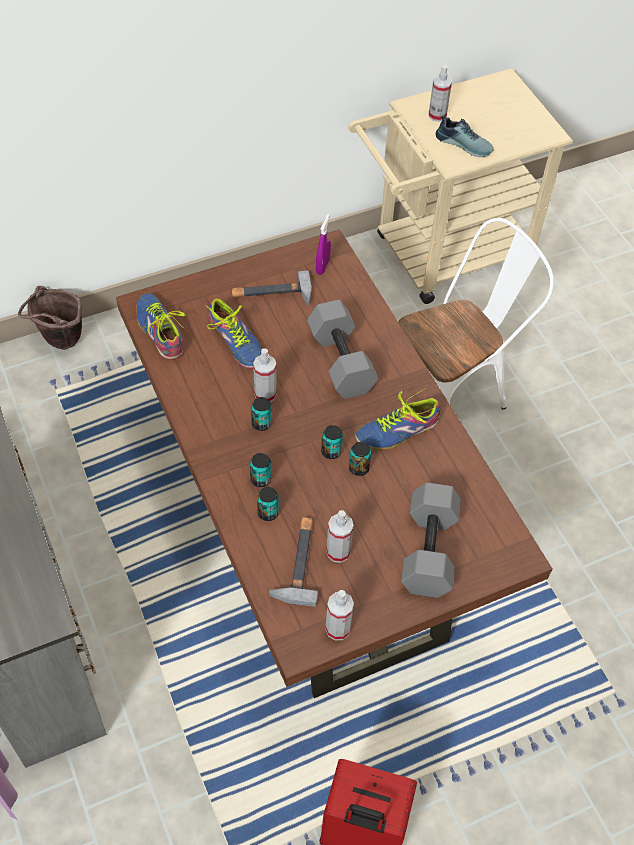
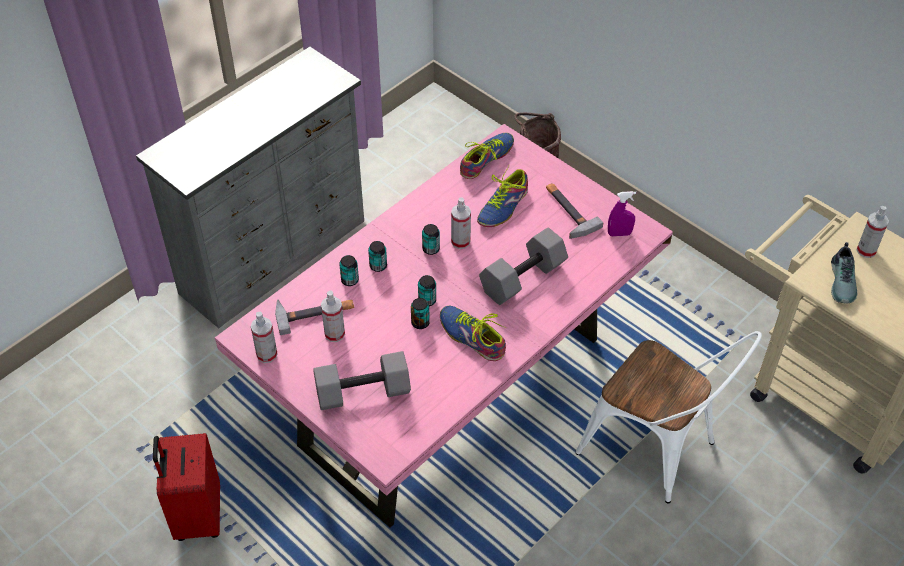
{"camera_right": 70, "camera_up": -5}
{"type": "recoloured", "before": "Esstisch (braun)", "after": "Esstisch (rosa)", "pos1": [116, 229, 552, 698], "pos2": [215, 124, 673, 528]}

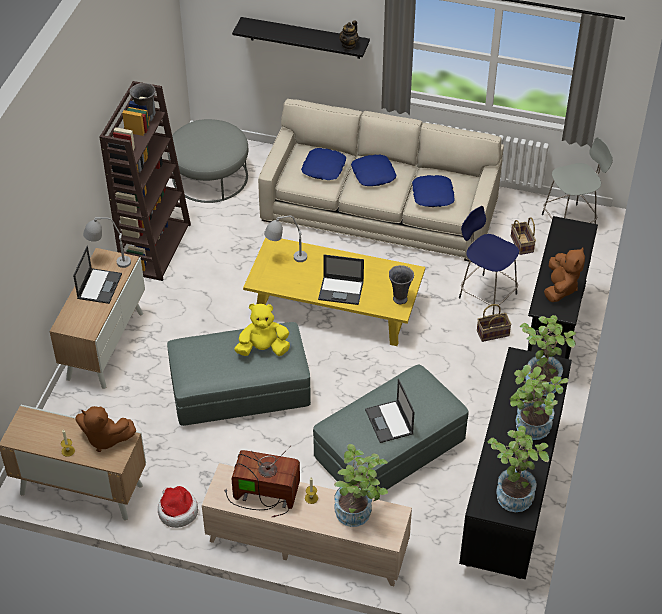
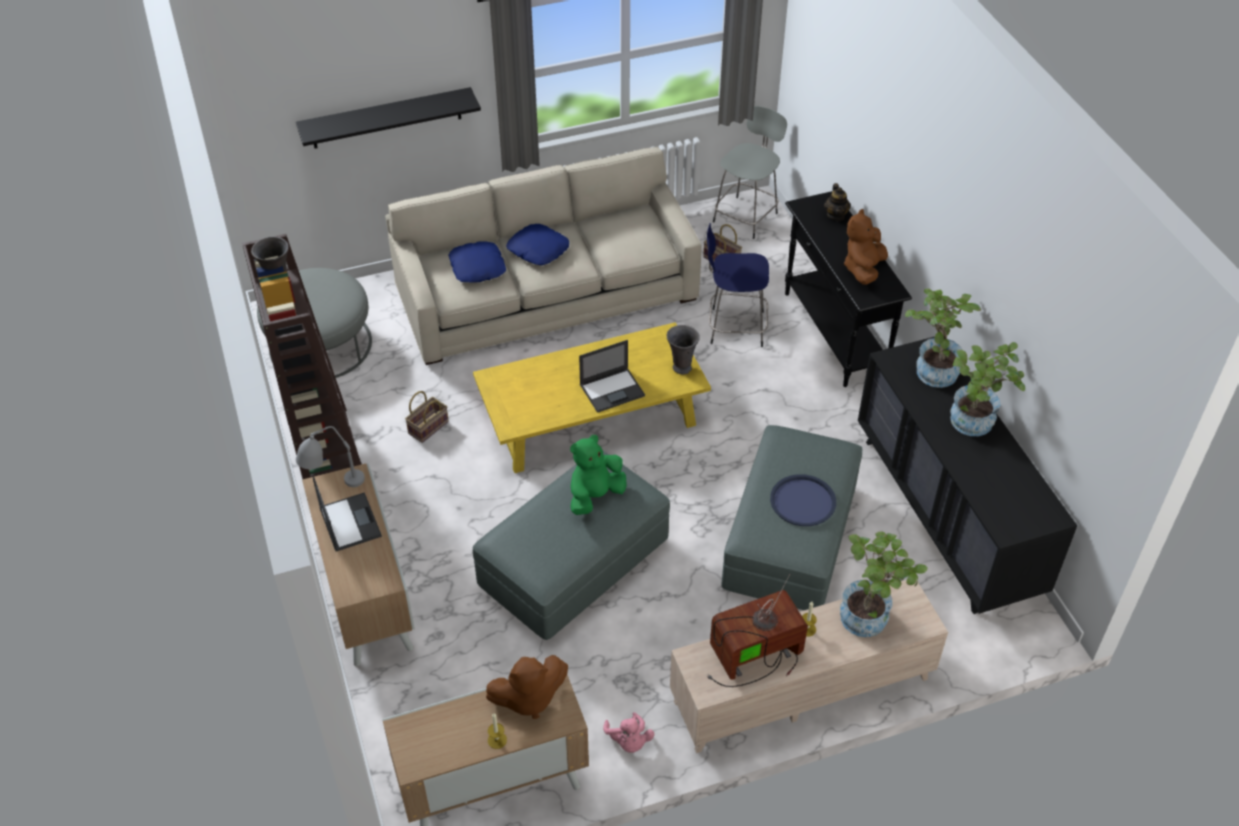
{"camera_right": -35, "camera_up": 0}
{"type": "replaced", "before": "Hut", "after": "Plüschtier (rosa)", "pos1": [158, 486, 198, 528], "pos2": [603, 712, 654, 753]}
{"type": "recoloured", "before": "Plüschtier (gelb)", "after": "Plüschtier (grün)", "pos1": [234, 304, 290, 356], "pos2": [570, 435, 627, 515]}
{"type": "removed", "before": "Tischlampe (grau)", "pos1": [264, 216, 307, 262]}
{"type": "moved", "before": "Teekanne", "pos1": [339, 20, 359, 50], "pos2": [824, 183, 851, 221]}
{"type": "replaced", "before": "Laptop", "after": "Tablett (blau)", "pos1": [365, 379, 415, 443], "pos2": [770, 474, 836, 526]}
{"type": "removed", "before": "Kissen (blau)", "pos1": [412, 175, 455, 207]}
{"type": "moved", "before": "Korb", "pos1": [477, 304, 512, 342], "pos2": [405, 391, 449, 443]}
{"type": "removed", "before": "Topfpflanze", "pos1": [487, 426, 549, 512]}
{"type": "turned", "before": "Plüschtier (braun)", "pos1": [544, 247, 585, 302], "pos2": [844, 209, 888, 285], "turn": -135}

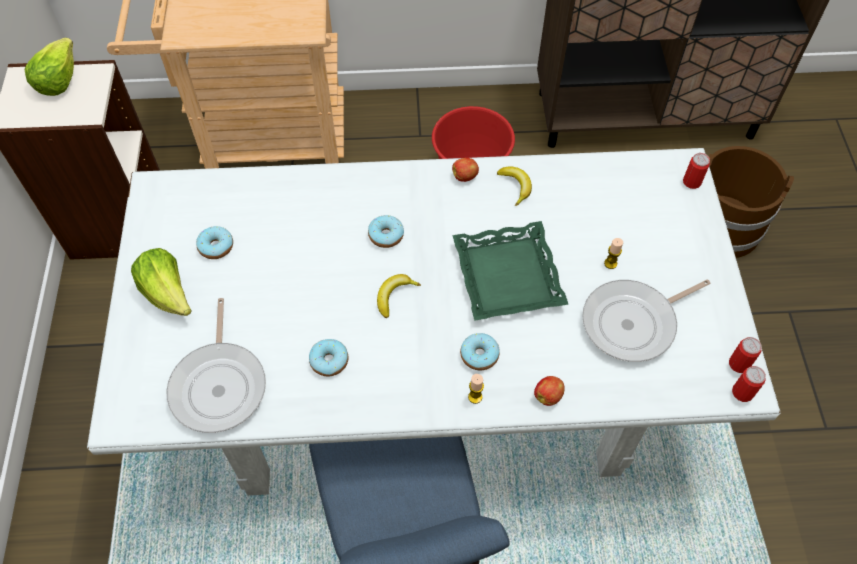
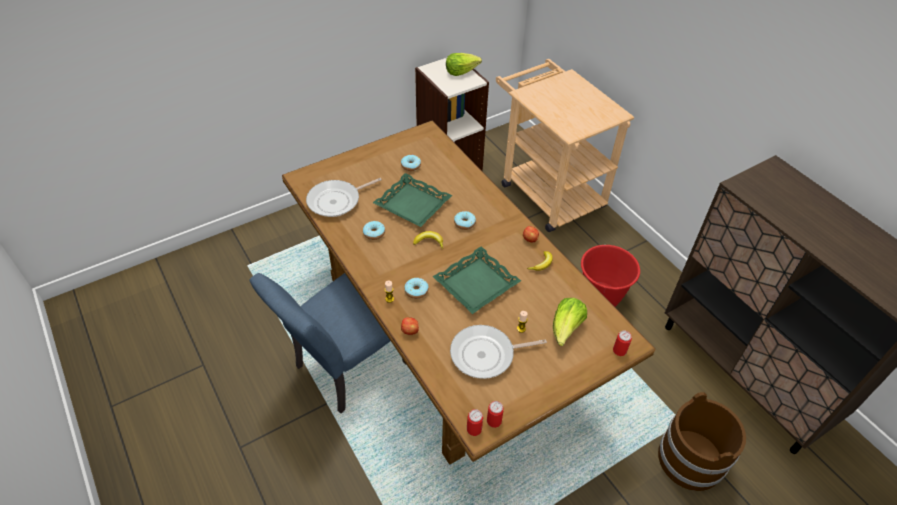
{"camera_right": 60, "camera_up": -10}
{"type": "recoloured", "before": "Esstisch (weiß)", "after": "Esstisch (braun)", "pos1": [87, 148, 781, 496], "pos2": [282, 120, 655, 465]}
{"type": "moved", "before": "Salatkopf", "pos1": [131, 248, 192, 316], "pos2": [553, 298, 587, 346]}
{"type": "turned", "before": "Pfanne", "pos1": [582, 279, 711, 362], "pos2": [450, 325, 547, 379], "turn": -45}
{"type": "added", "after": "Tablett (grün)", "pos2": [373, 173, 452, 227]}

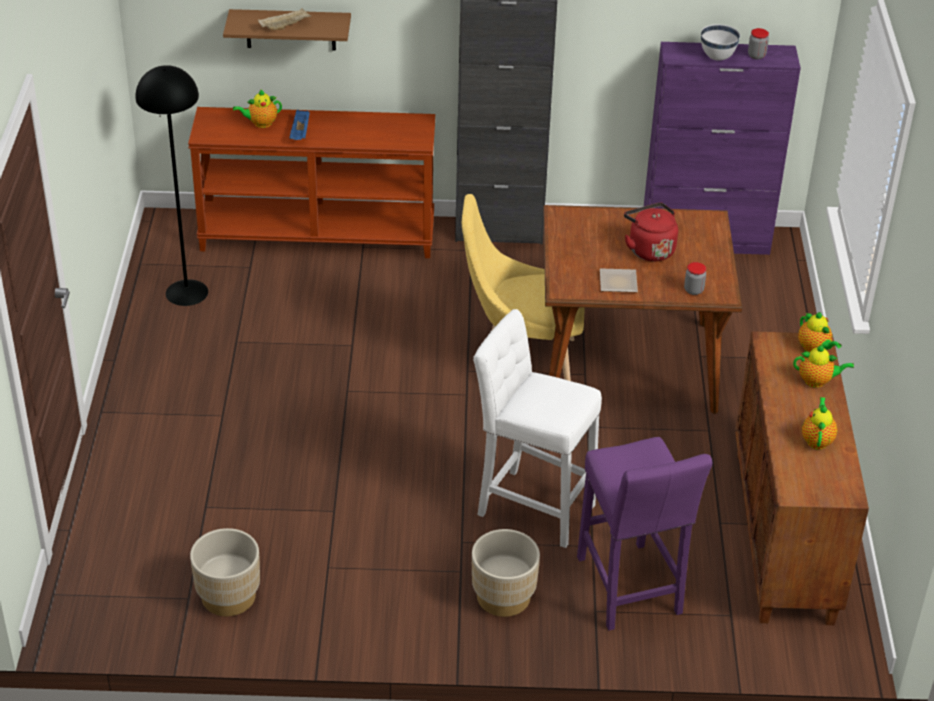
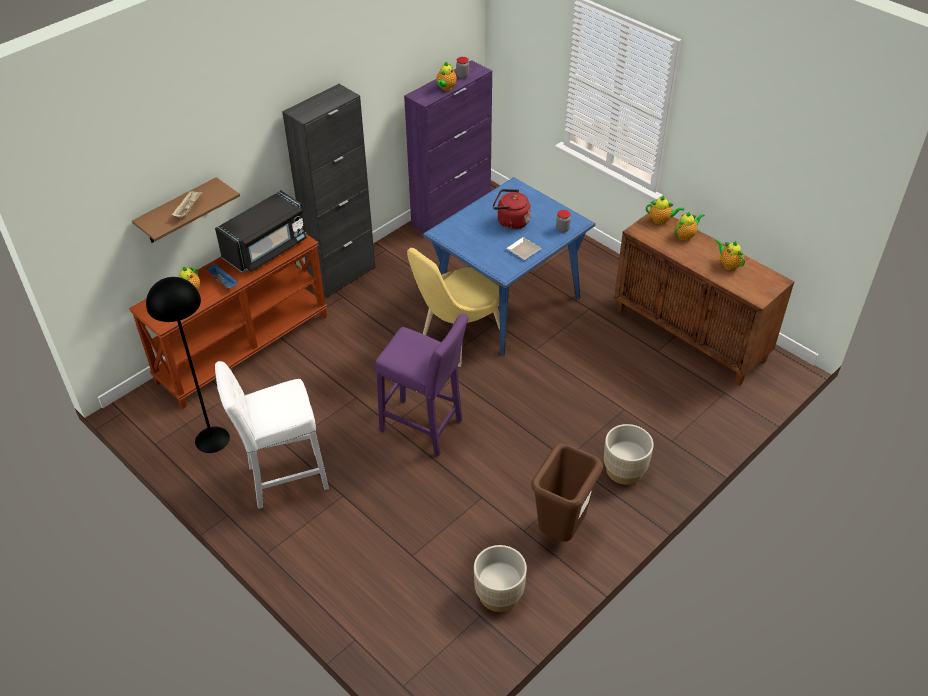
{"camera_right": -45, "camera_up": 5}
{"type": "moved", "before": "Hocker (weiß)", "pos1": [473, 309, 602, 548], "pos2": [215, 361, 329, 509]}
{"type": "recoloured", "before": "Esstisch (braun)", "after": "Esstisch (blau)", "pos1": [543, 205, 742, 414], "pos2": [423, 177, 595, 355]}
{"type": "moved", "before": "Hocker (lila)", "pos1": [577, 437, 712, 631], "pos2": [375, 313, 468, 456]}
{"type": "replaced", "before": "Schüssel (weiß)", "after": "Teekanne", "pos1": [701, 24, 740, 61], "pos2": [436, 62, 457, 91]}
{"type": "added", "after": "Mikrowelle (schwarz)", "pos2": [215, 190, 307, 272]}
{"type": "added", "after": "Mülleimer (braun)", "pos2": [531, 444, 603, 542]}

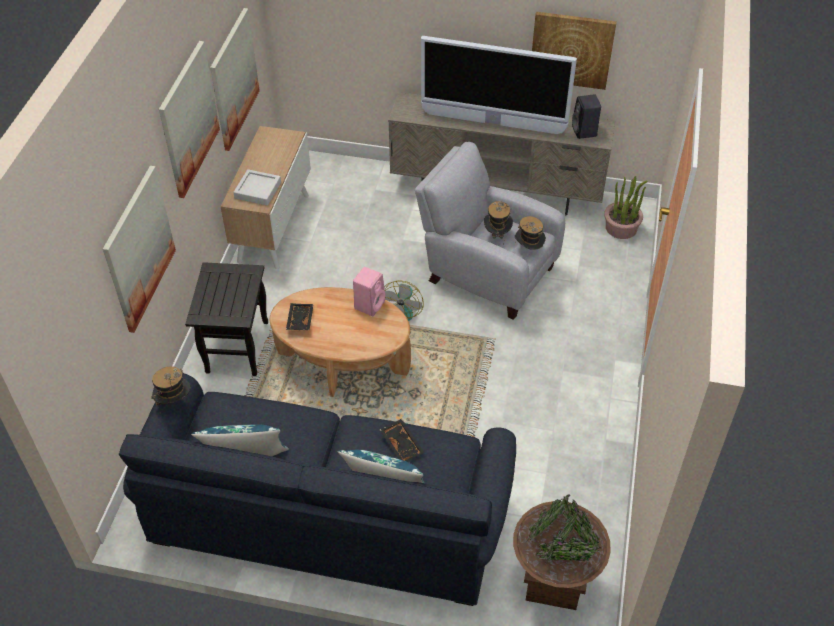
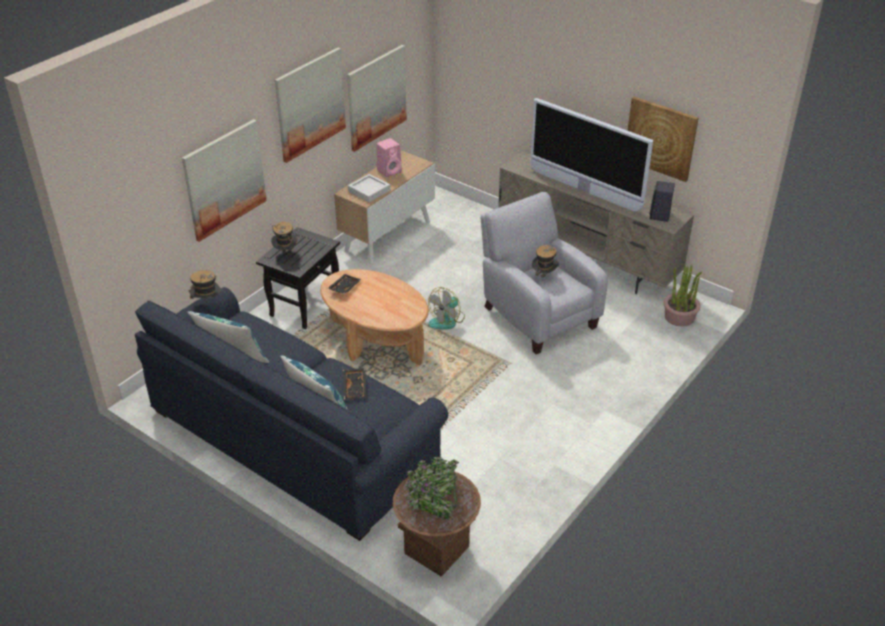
{"camera_right": 25, "camera_up": -10}
{"type": "moved", "before": "Lautsprecher (rosa)", "pos1": [353, 267, 385, 316], "pos2": [377, 138, 402, 177]}
{"type": "moved", "before": "Hut", "pos1": [515, 216, 546, 250], "pos2": [271, 222, 297, 250]}

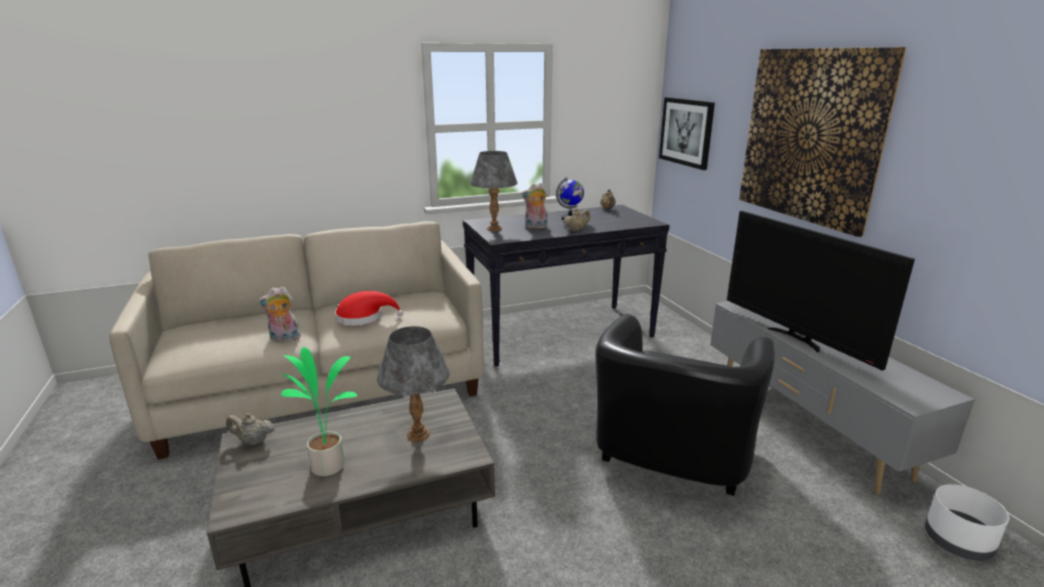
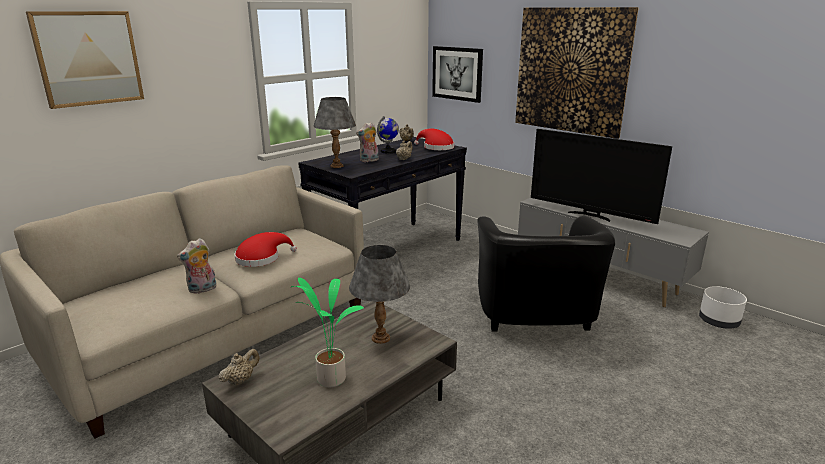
{"camera_right": -25, "camera_up": 0}
{"type": "turned", "before": "Teekanne (beige)", "pos1": [226, 413, 275, 445], "pos2": [219, 349, 259, 386], "turn": 150}
{"type": "added", "after": "Bild", "pos2": [26, 11, 144, 109]}
{"type": "added", "after": "Hut (rot)", "pos2": [414, 128, 454, 150]}

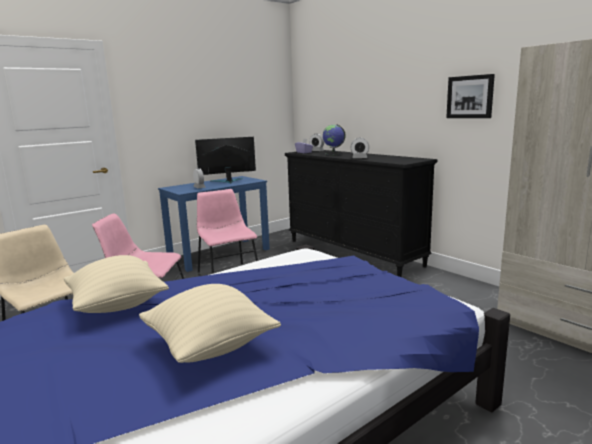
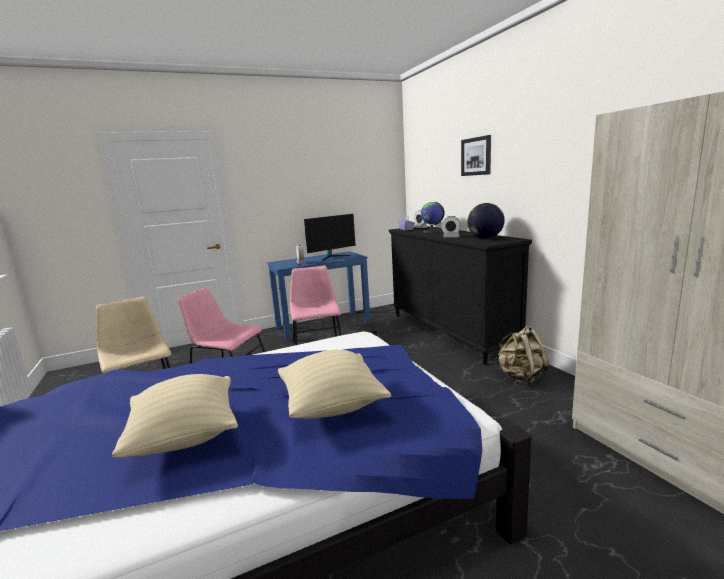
{"camera_right": 15, "camera_up": 0}
{"type": "moved", "before": "Kissen (beige)", "pos1": [64, 255, 169, 313], "pos2": [278, 349, 391, 419]}
{"type": "turned", "before": "Monitor", "pos1": [195, 137, 256, 183], "pos2": [304, 214, 356, 261], "turn": 150}
{"type": "moved", "before": "Bild", "pos1": [446, 74, 495, 118], "pos2": [461, 135, 491, 176]}
{"type": "added", "after": "Globus", "pos2": [467, 203, 505, 239]}
{"type": "added", "after": "Rucksack (beige)", "pos2": [495, 326, 549, 385]}

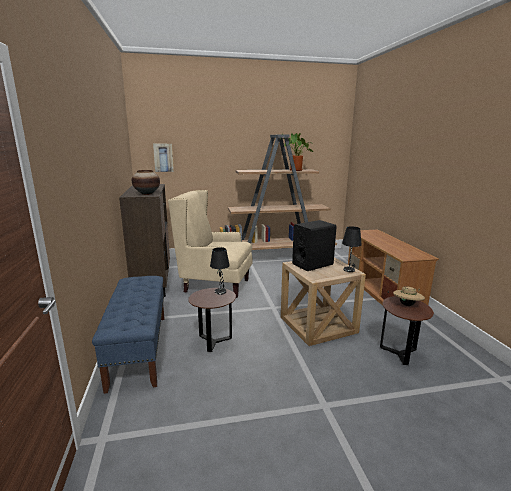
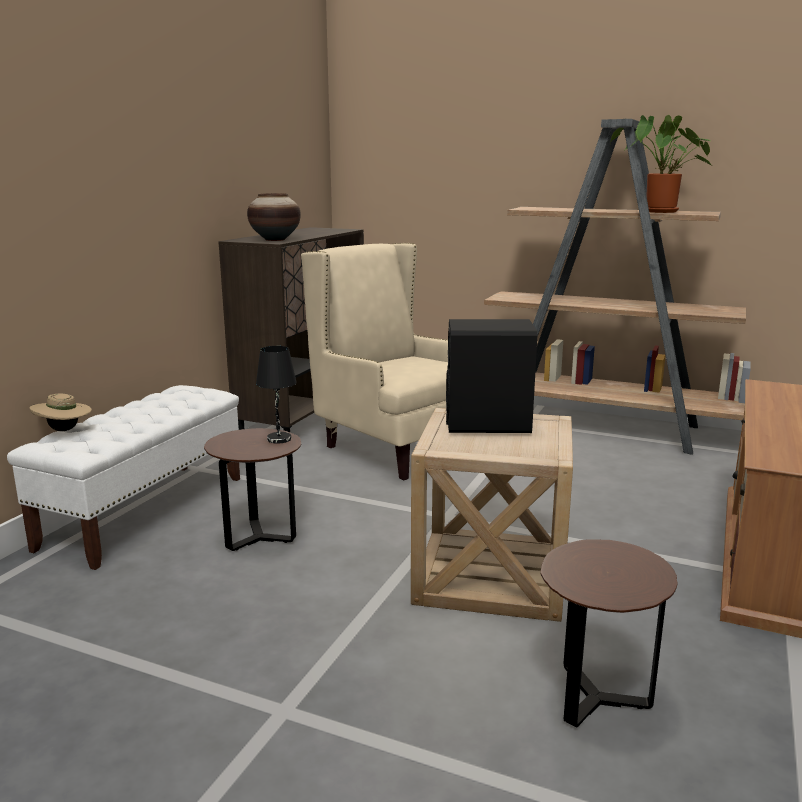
{"camera_right": 35, "camera_up": 0}
{"type": "recoloured", "before": "Bank (blau)", "after": "Bank (weiß)", "pos1": [92, 276, 164, 394], "pos2": [7, 385, 240, 570]}
{"type": "removed", "before": "Bild", "pos1": [153, 144, 174, 172]}
{"type": "removed", "before": "Tischlampe (schwarz)", "pos1": [342, 226, 362, 272]}
{"type": "moved", "before": "Hut (beige)", "pos1": [393, 286, 425, 306], "pos2": [30, 394, 92, 431]}

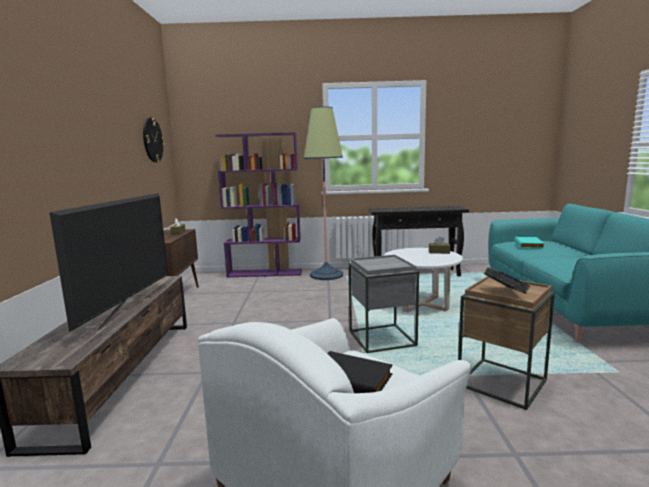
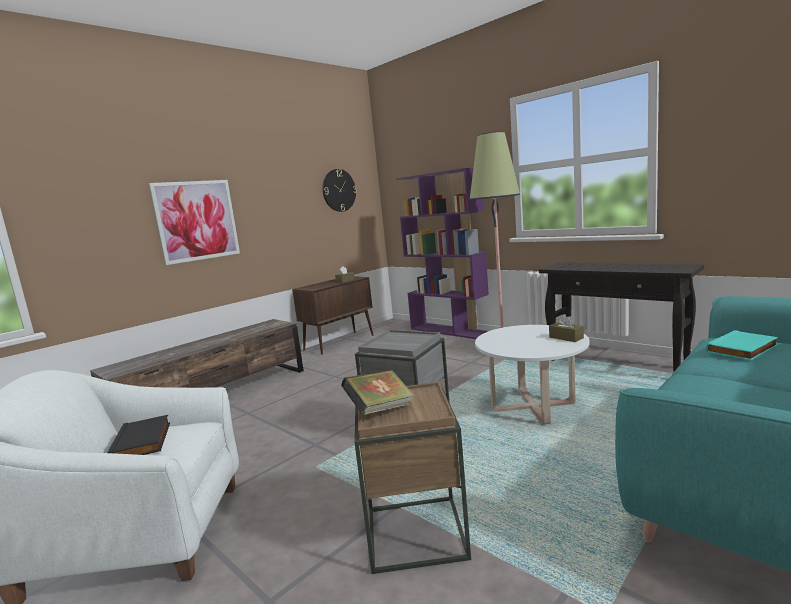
{"camera_right": 45, "camera_up": 0}
{"type": "removed", "before": "Fernseher", "pos1": [49, 193, 168, 332]}
{"type": "added", "after": "Bild", "pos2": [149, 180, 240, 265]}

